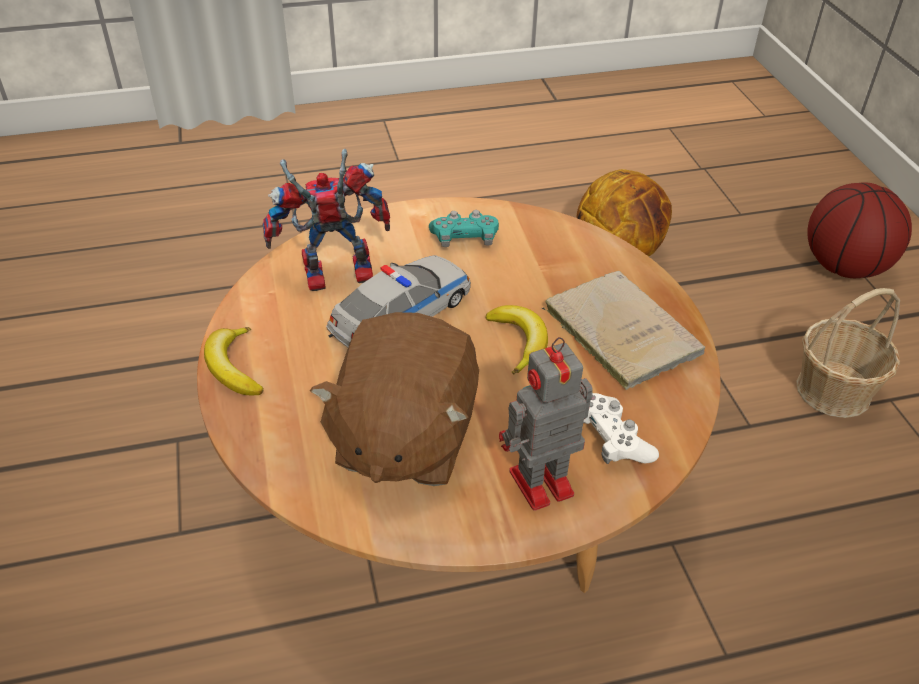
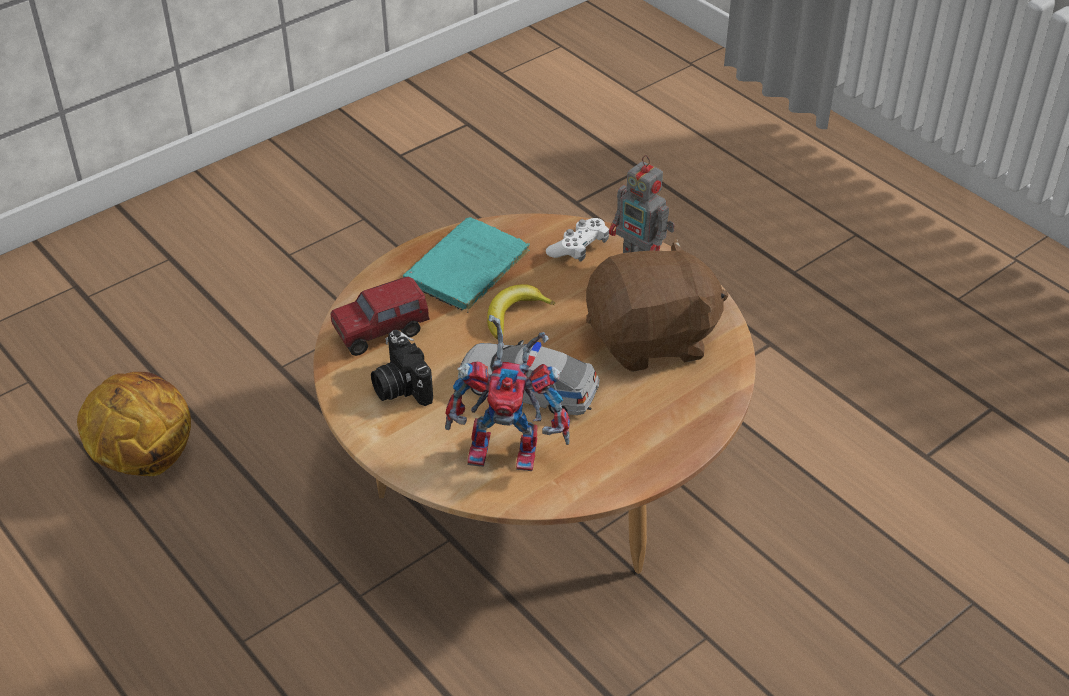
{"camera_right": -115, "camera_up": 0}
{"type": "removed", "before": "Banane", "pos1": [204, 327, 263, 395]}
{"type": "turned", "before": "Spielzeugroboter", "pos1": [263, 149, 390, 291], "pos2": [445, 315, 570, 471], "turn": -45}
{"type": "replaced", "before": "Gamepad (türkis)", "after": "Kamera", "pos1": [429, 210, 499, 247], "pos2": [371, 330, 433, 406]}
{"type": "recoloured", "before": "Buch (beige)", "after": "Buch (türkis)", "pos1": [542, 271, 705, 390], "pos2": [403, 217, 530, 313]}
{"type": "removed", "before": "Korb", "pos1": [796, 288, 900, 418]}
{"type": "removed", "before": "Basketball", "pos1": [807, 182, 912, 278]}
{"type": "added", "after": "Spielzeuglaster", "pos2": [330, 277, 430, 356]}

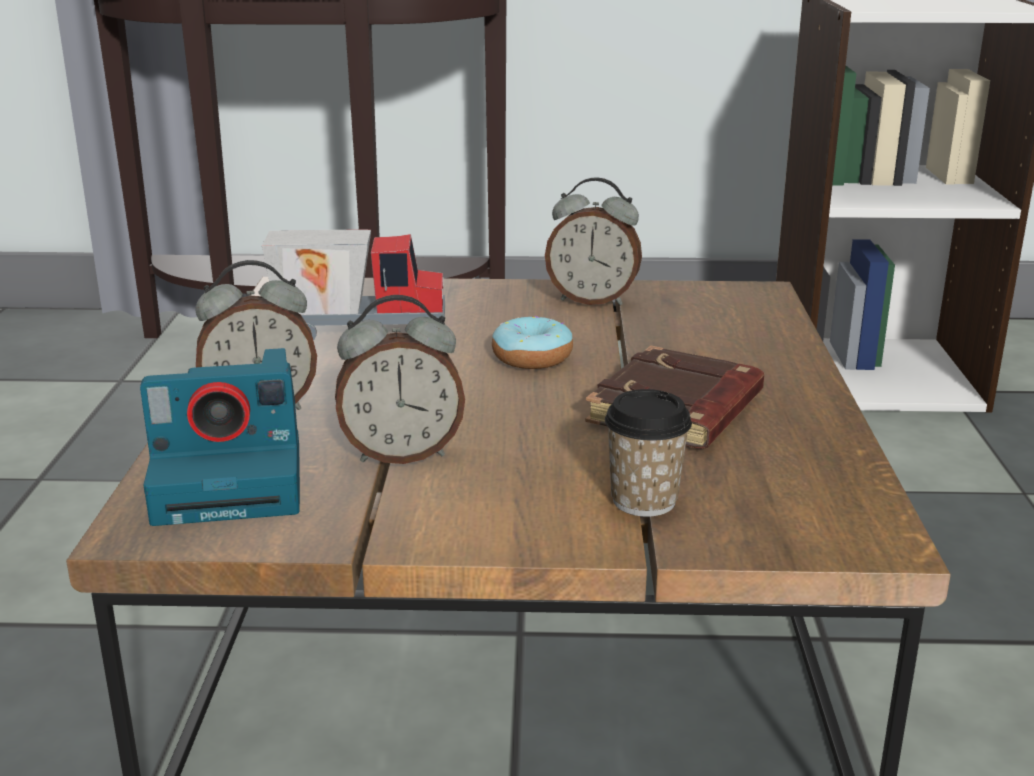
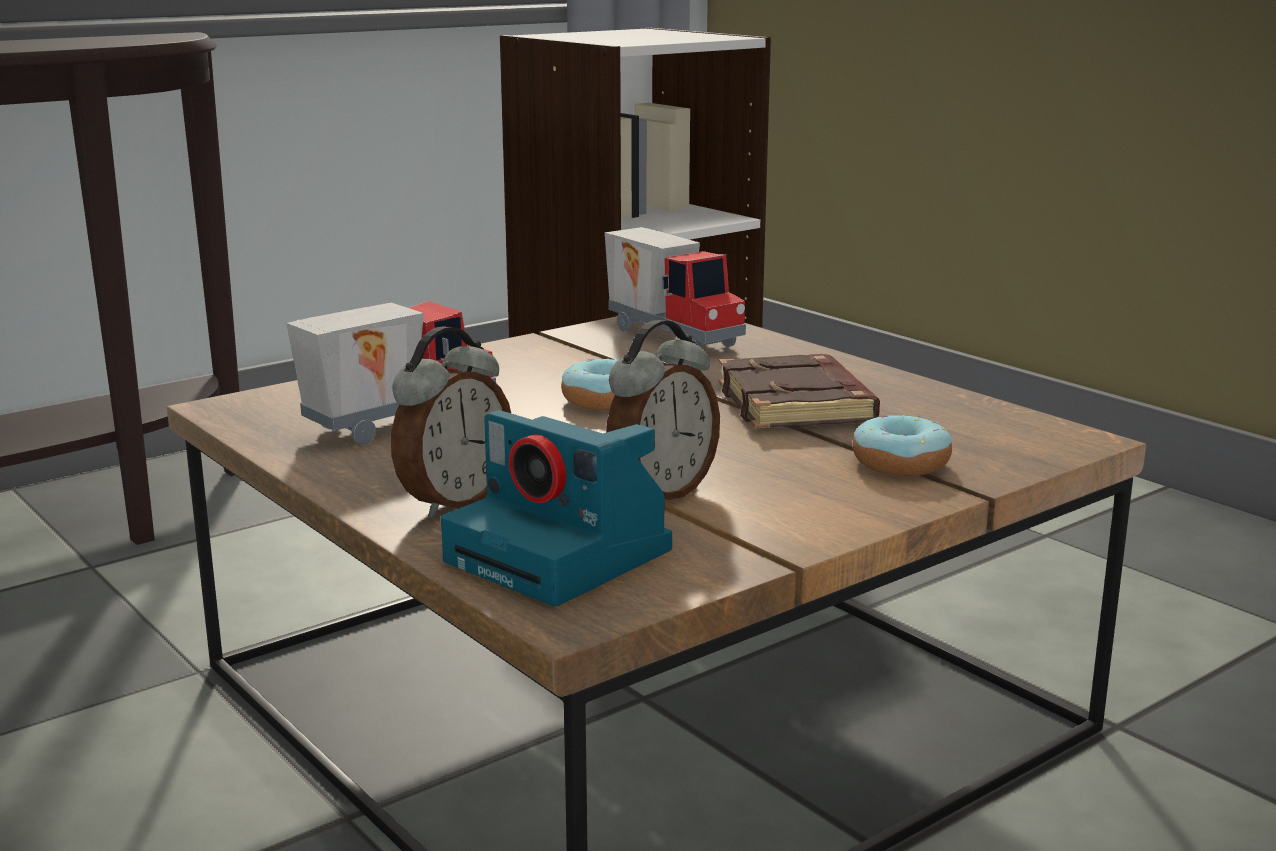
{"camera_right": -40, "camera_up": -5}
{"type": "turned", "before": "Kamera", "pos1": [140, 348, 300, 526], "pos2": [441, 410, 672, 606], "turn": 90}
{"type": "removed", "before": "Wecker", "pos1": [545, 177, 642, 305]}
{"type": "replaced", "before": "Tasse", "after": "Donut", "pos1": [605, 389, 692, 517], "pos2": [853, 414, 952, 476]}
{"type": "added", "after": "Spielzeuglaster", "pos2": [605, 227, 746, 347]}

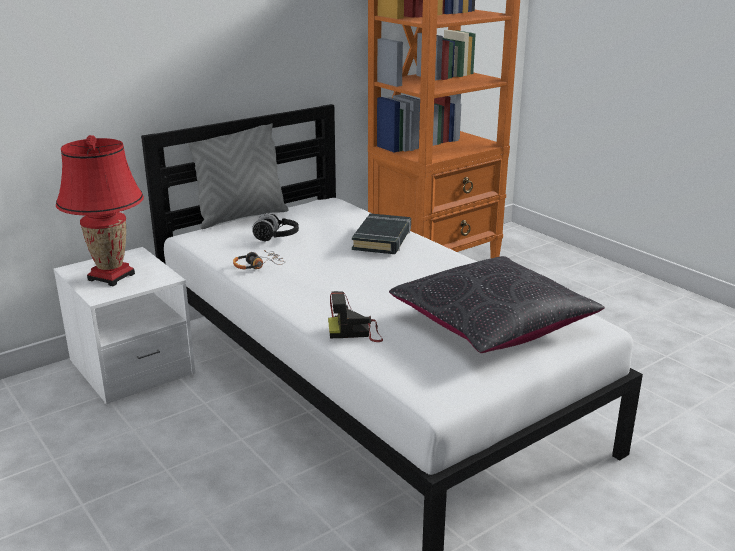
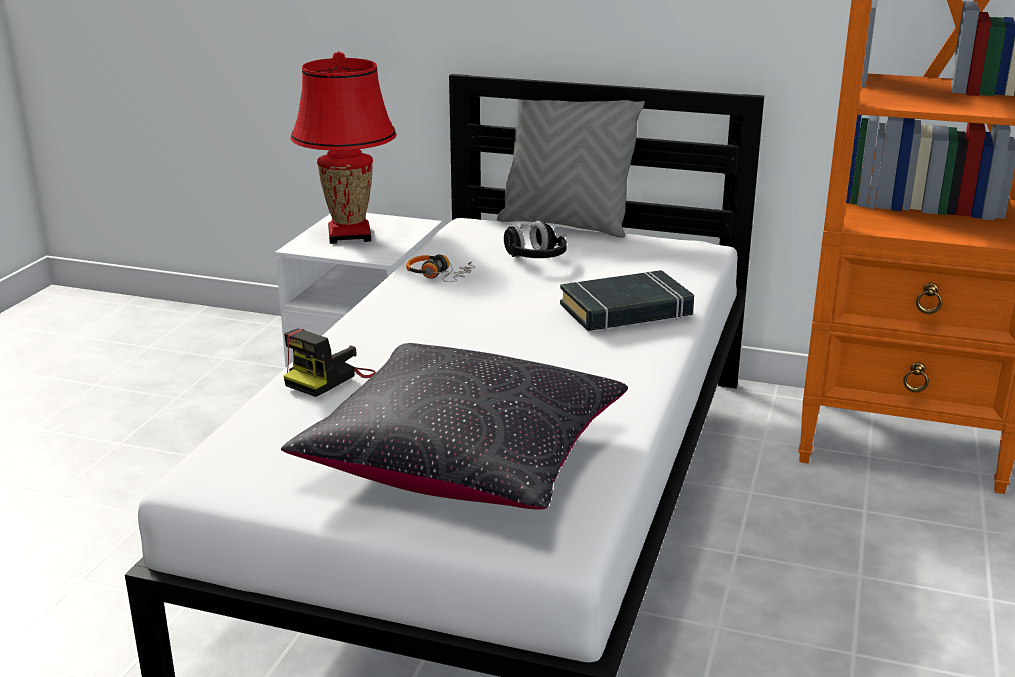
{"camera_right": 55, "camera_up": 0}
{"type": "turned", "before": "Kamera", "pos1": [328, 291, 383, 342], "pos2": [284, 329, 376, 397], "turn": -105}

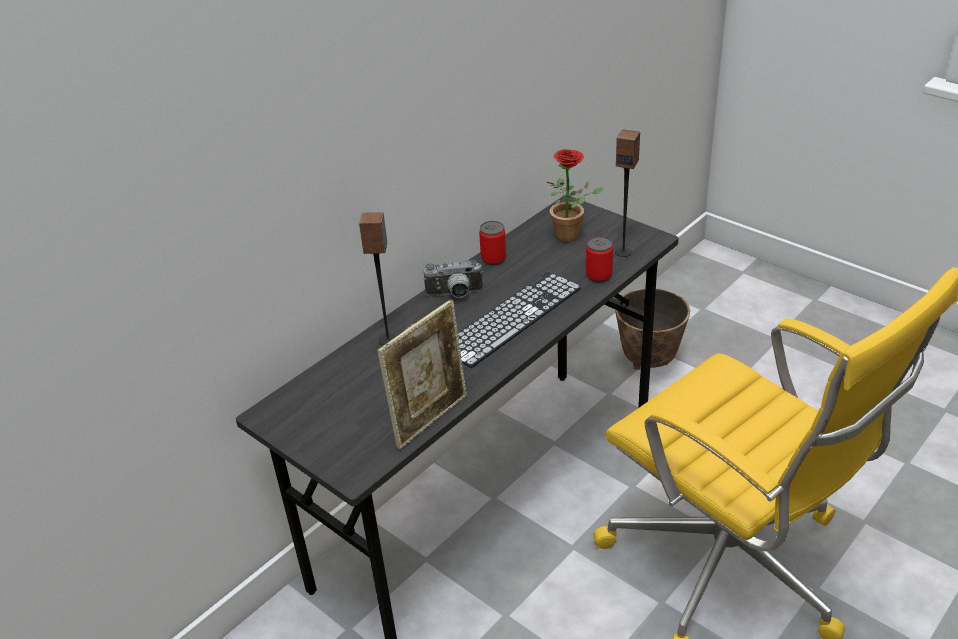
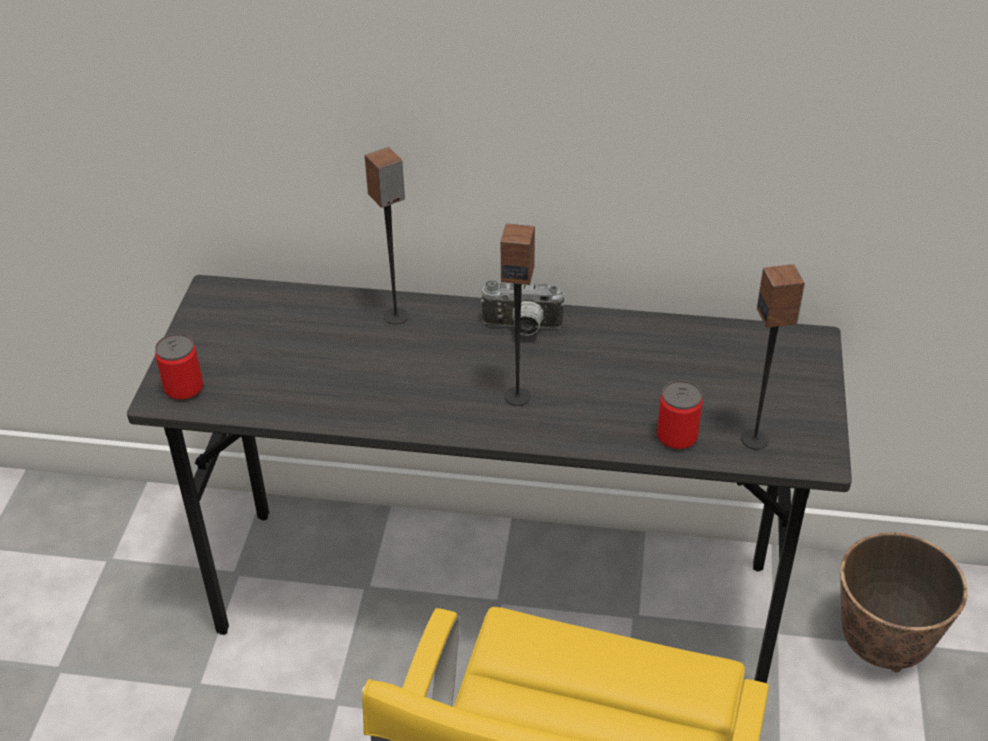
{"camera_right": 55, "camera_up": 5}
{"type": "removed", "before": "Bilderrahmen", "pos1": [377, 300, 467, 450]}
{"type": "turned", "before": "Kamera", "pos1": [423, 260, 483, 298], "pos2": [480, 280, 565, 336], "turn": -45}
{"type": "replaced", "before": "Tastatur", "after": "Lautsprecher", "pos1": [458, 272, 581, 368], "pos2": [501, 223, 535, 406]}
{"type": "moved", "before": "Dose", "pos1": [479, 221, 506, 265], "pos2": [155, 334, 203, 401]}
{"type": "removed", "before": "Topfpflanze", "pos1": [547, 149, 604, 242]}

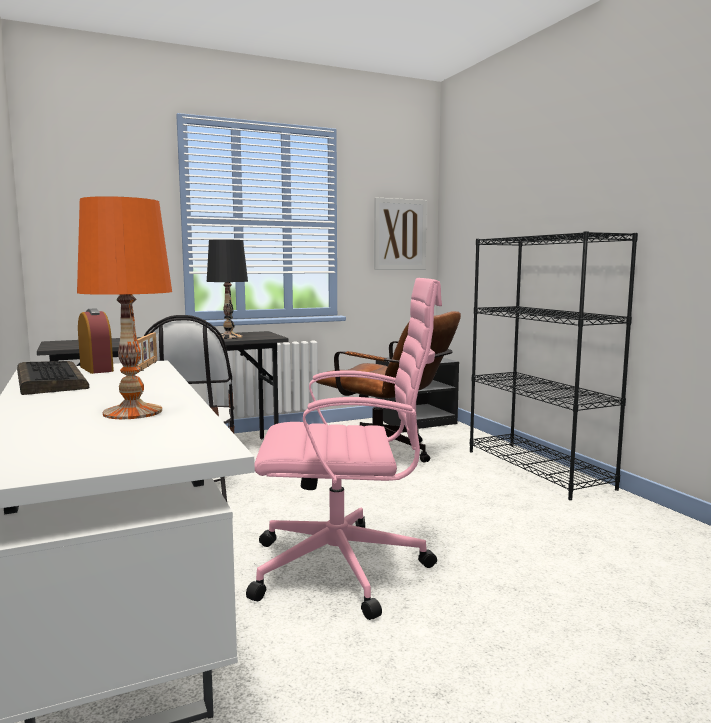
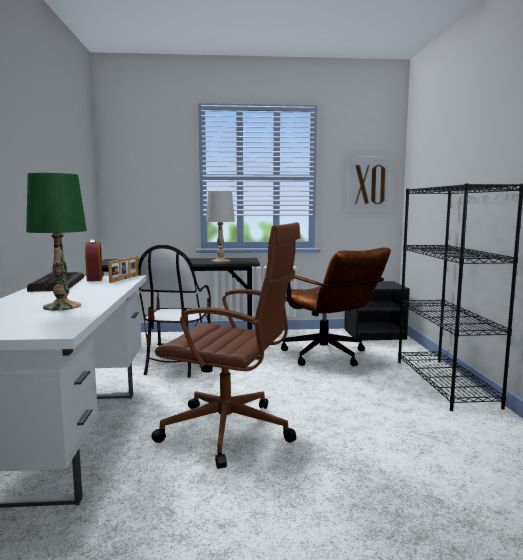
{"camera_right": 20, "camera_up": 0}
{"type": "recoloured", "before": "Tischlampe (orange)", "after": "Tischlampe (grün)", "pos1": [77, 196, 172, 419], "pos2": [26, 173, 87, 311]}
{"type": "recoloured", "before": "Tischlampe (schwarz)", "after": "Tischlampe (weiß)", "pos1": [207, 239, 248, 339], "pos2": [206, 192, 235, 262]}
{"type": "recoloured", "before": "Bürostuhl (rosa)", "after": "Bürostuhl (braun)", "pos1": [246, 278, 442, 620], "pos2": [151, 222, 301, 469]}

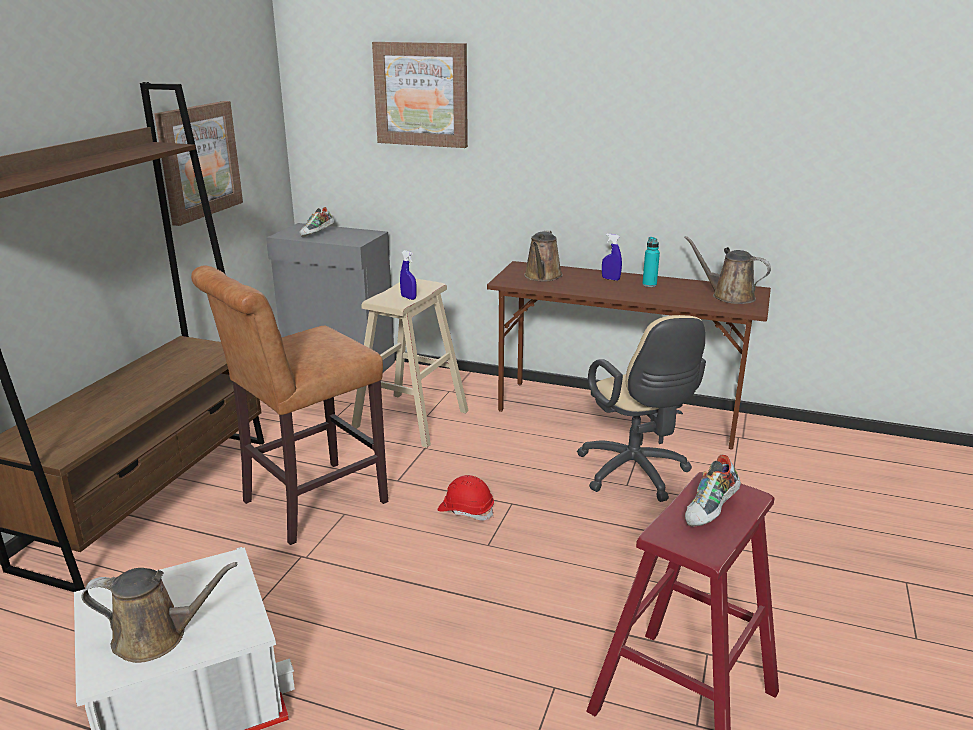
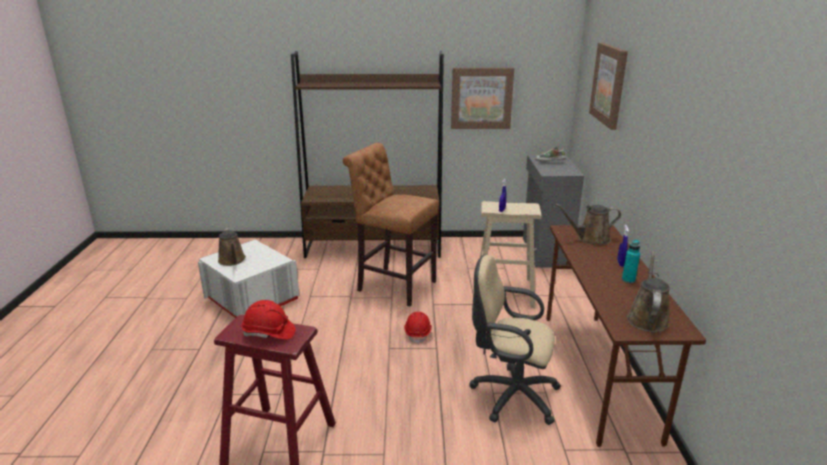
{"camera_right": 70, "camera_up": 0}
{"type": "turned", "before": "Bürostuhl (beige)", "pos1": [577, 315, 706, 502], "pos2": [469, 255, 561, 425], "turn": 60}
{"type": "replaced", "before": "Schuh", "after": "Schutzhelm (rot)", "pos1": [685, 455, 741, 527], "pos2": [242, 300, 296, 340]}

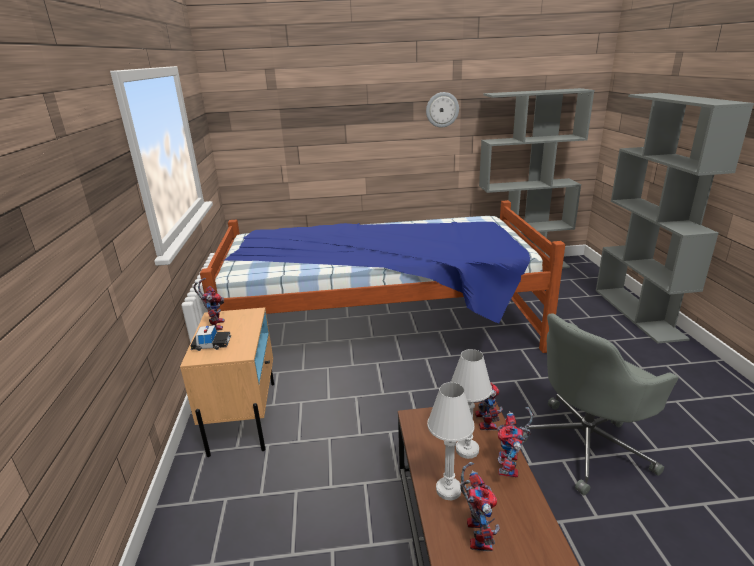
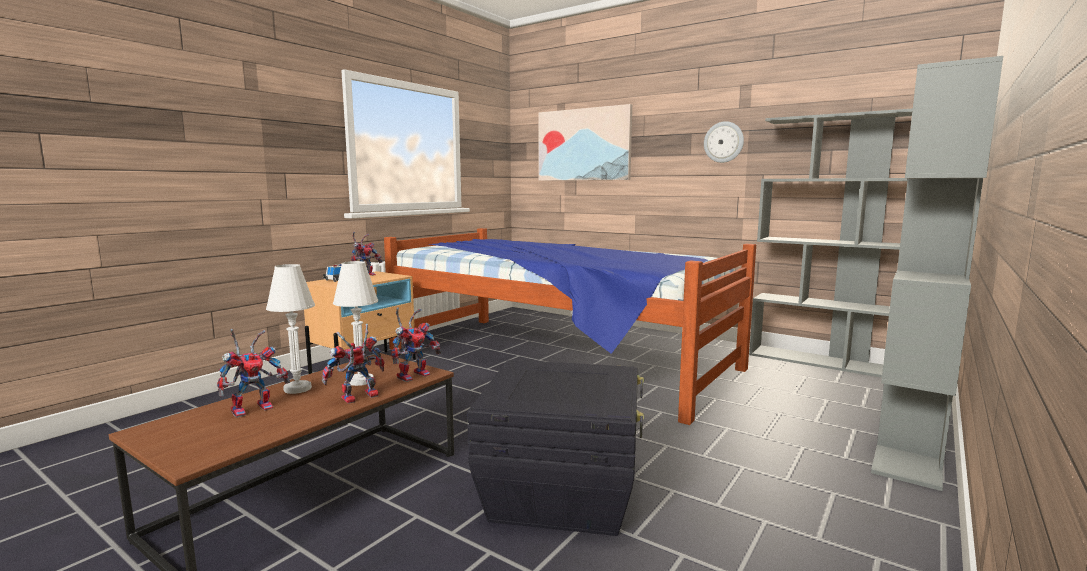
{"camera_right": 40, "camera_up": -15}
{"type": "replaced", "before": "Bürostuhl (grau)", "after": "Aufbewahrungsbox (schwarz)", "pos1": [523, 313, 679, 495], "pos2": [467, 360, 644, 536]}
{"type": "added", "after": "Bild", "pos2": [538, 104, 632, 181]}

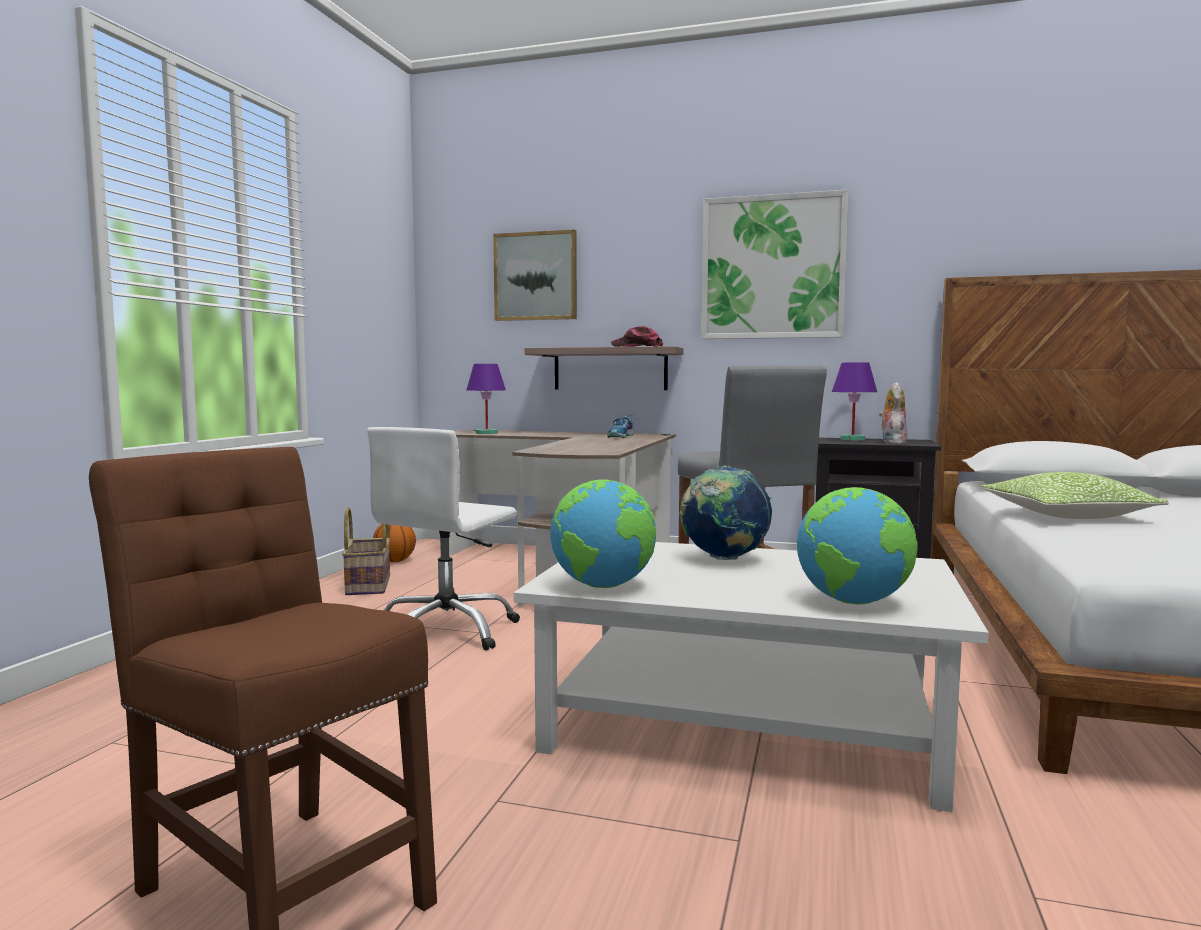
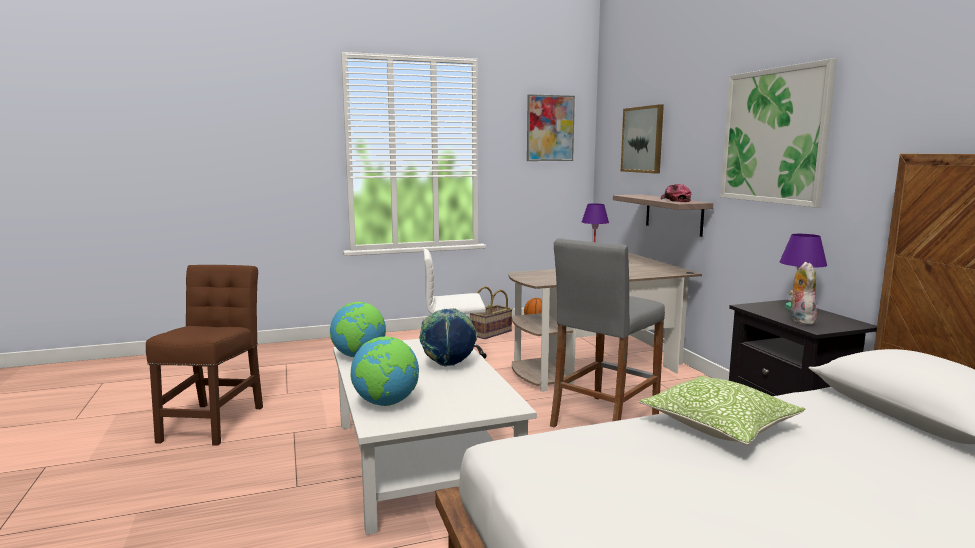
{"camera_right": 55, "camera_up": 5}
{"type": "removed", "before": "Schuh", "pos1": [607, 415, 634, 438]}
{"type": "turned", "before": "Plüschtier", "pos1": [879, 382, 907, 444], "pos2": [789, 262, 817, 325], "turn": -60}
{"type": "added", "after": "Bild", "pos2": [527, 94, 575, 161]}

